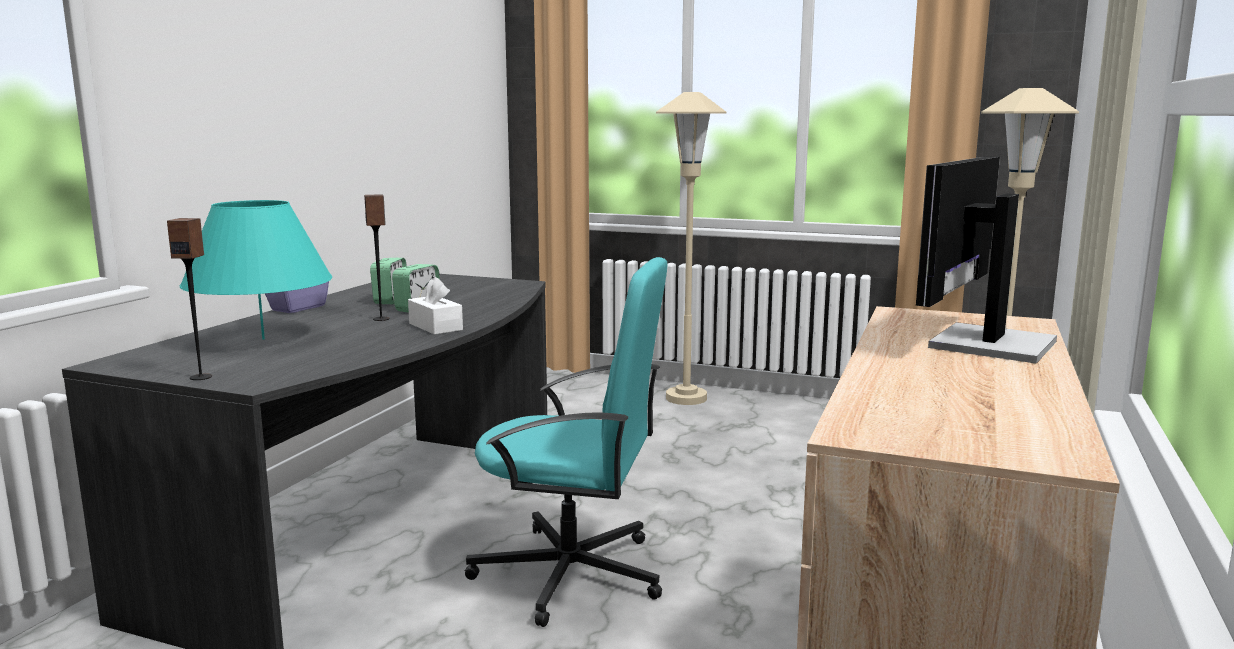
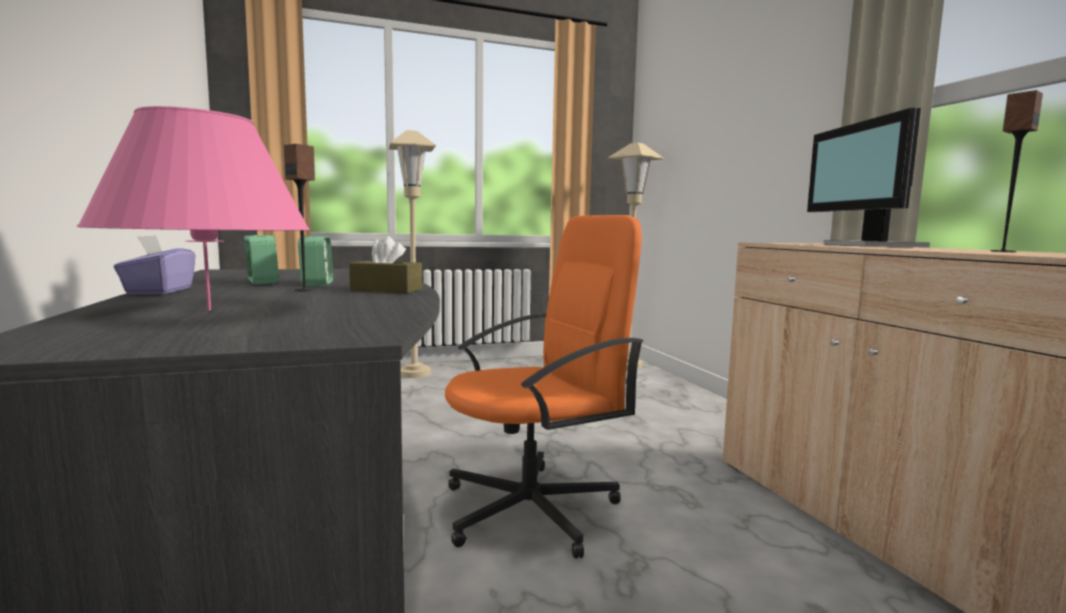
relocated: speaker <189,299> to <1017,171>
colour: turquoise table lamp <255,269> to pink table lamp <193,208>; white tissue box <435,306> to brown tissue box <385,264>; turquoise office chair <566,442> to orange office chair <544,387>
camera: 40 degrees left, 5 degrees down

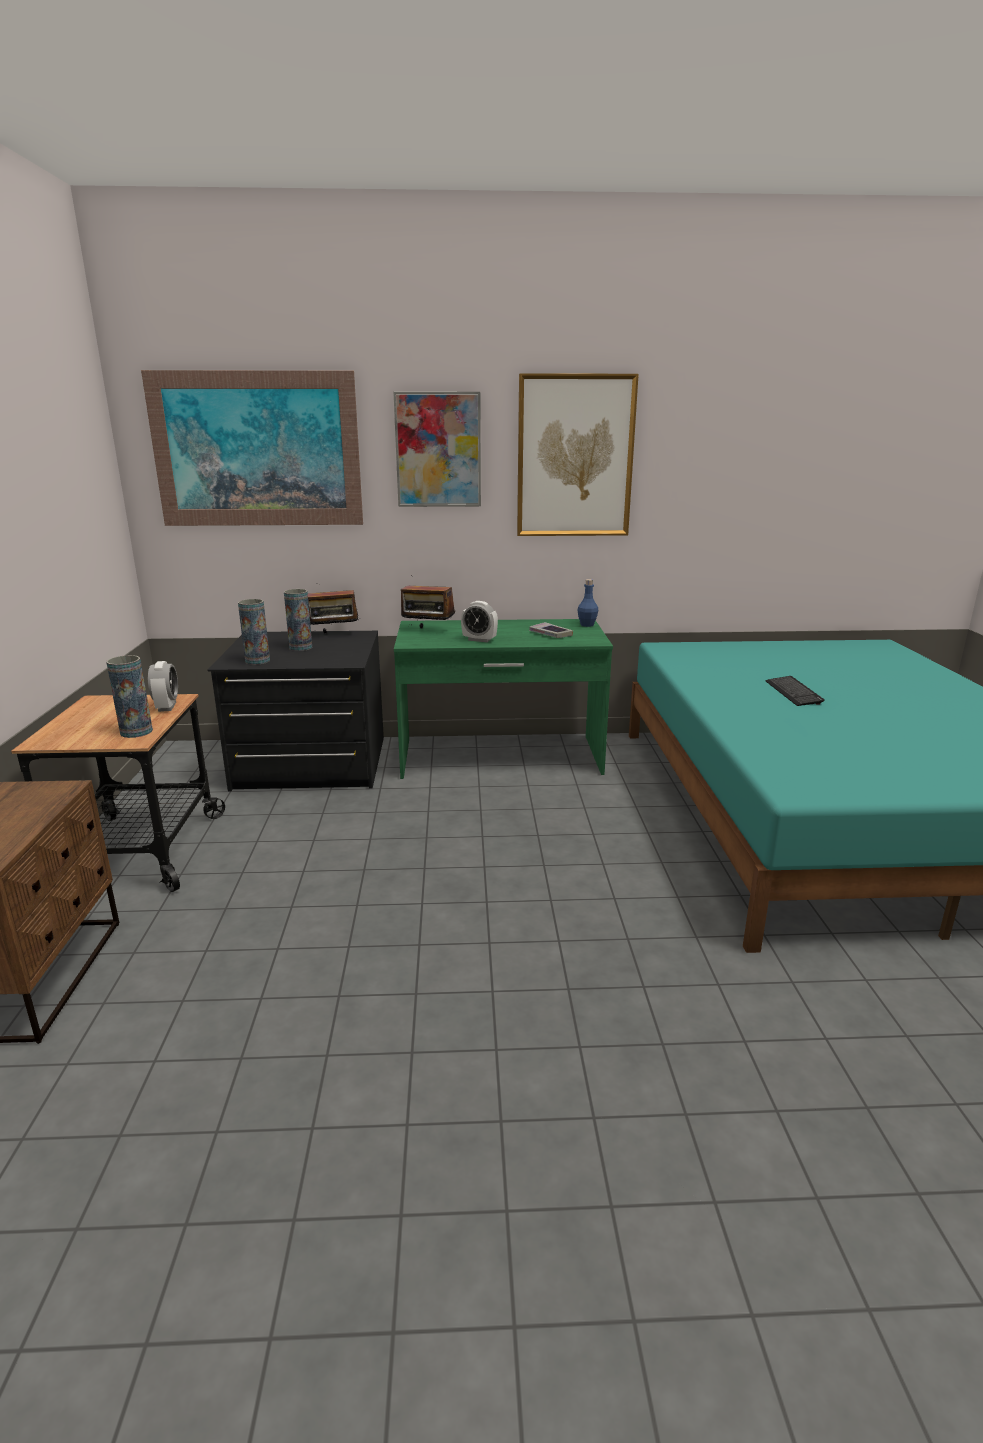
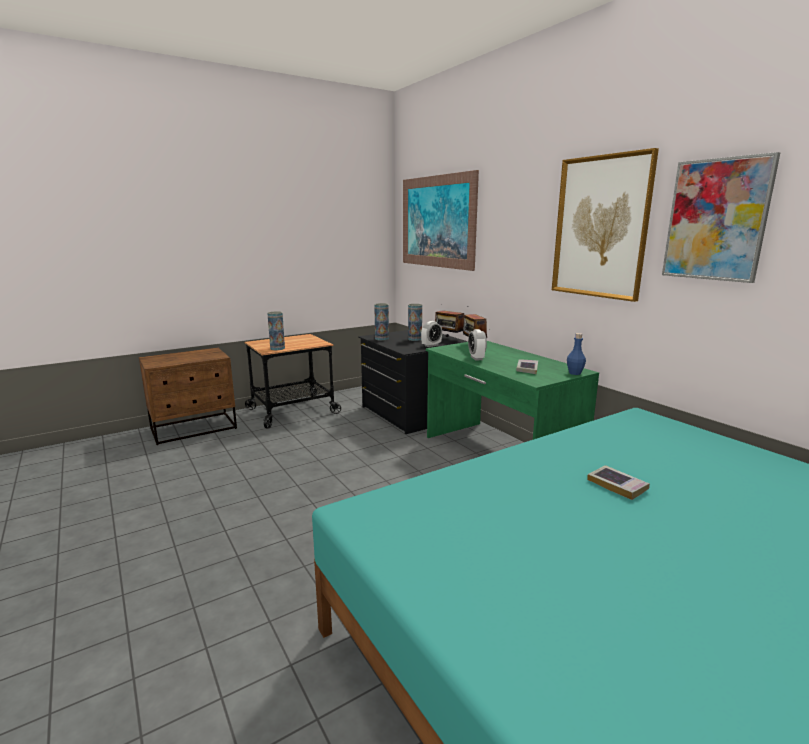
relocated: alarm clock <163,686> to <431,334>; picture <437,449> to <721,217>
exchanged: keyboard <795,691> to book <618,482>
camera: 60 degrees right, 5 degrees down

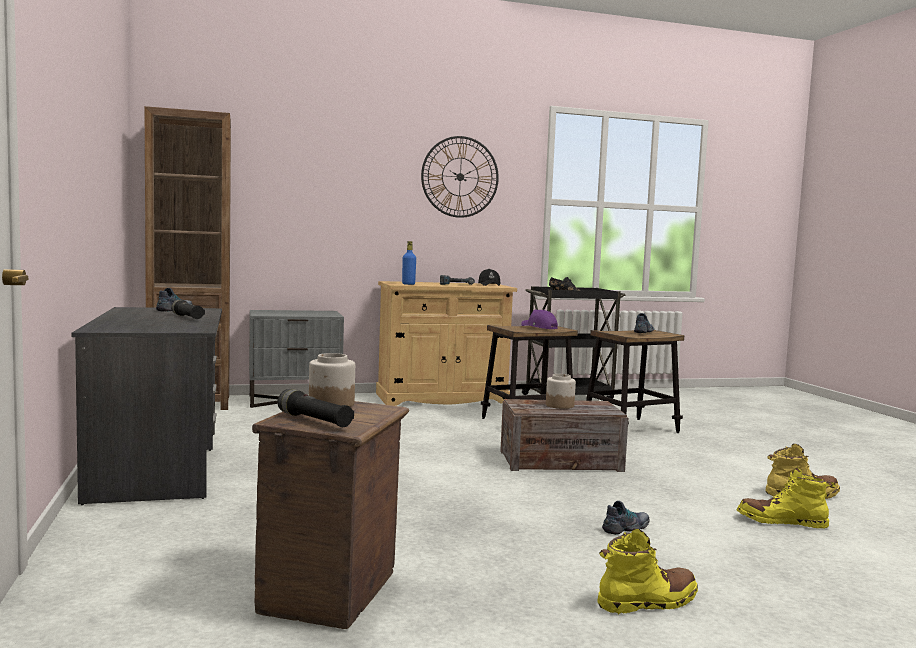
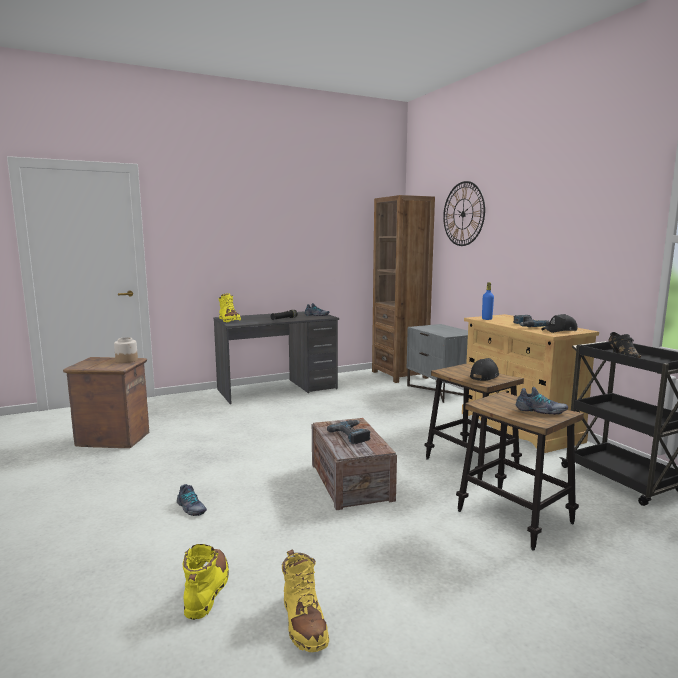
missing: black flashlight <316,408>
relocated: yellow boot <647,571> to <230,307>; wall clock <460,177> to <464,213>
exchanged: jar <561,391> to power drill <349,432>
colour: purple cap <539,319> to black cap <484,369>
camera: 80 degrees right, 5 degrees up

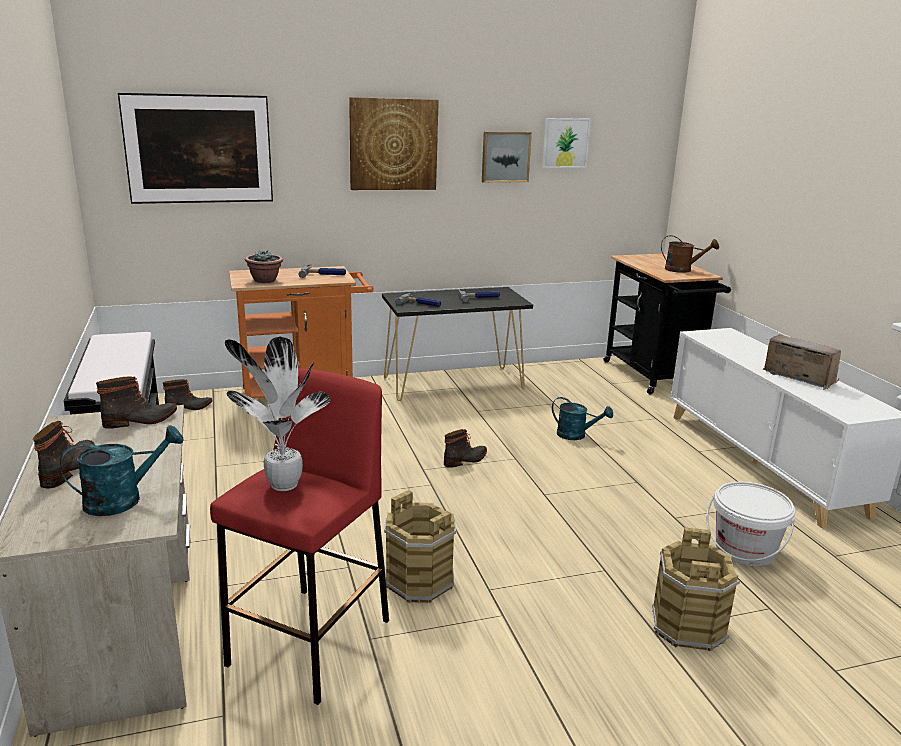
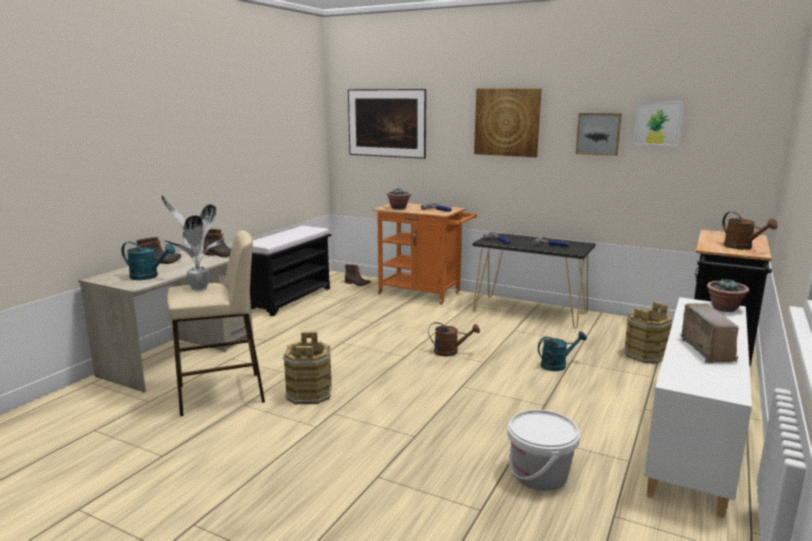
appeared: potted plant <728,295>
relocated: brown bucket <696,589> to <648,333>
exchanged: boot <465,448> to brown watering can <454,339>
colour: red stool <299,536> to beige stool <216,323>
spun: turquoise watering can <582,418> = <562,351> 90 degrees counterclockwise
camera: 45 degrees right, 5 degrees down

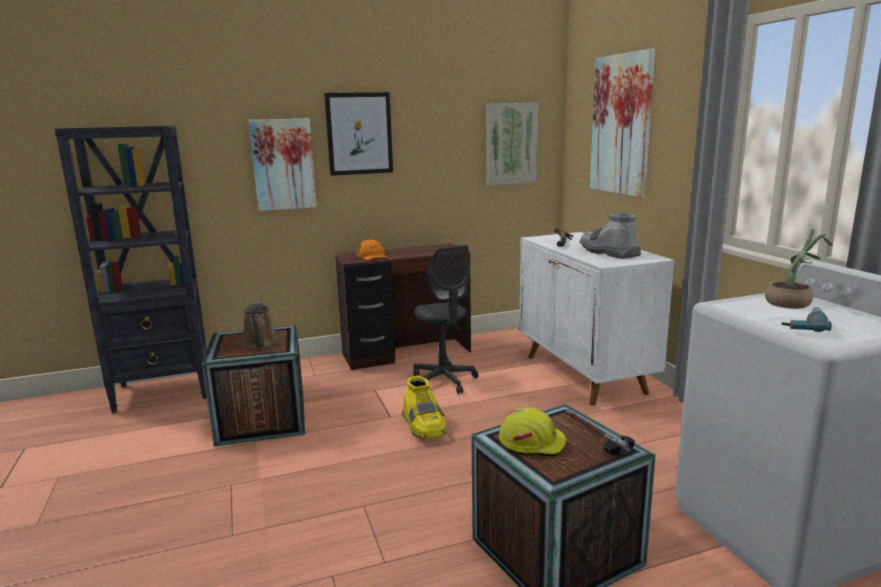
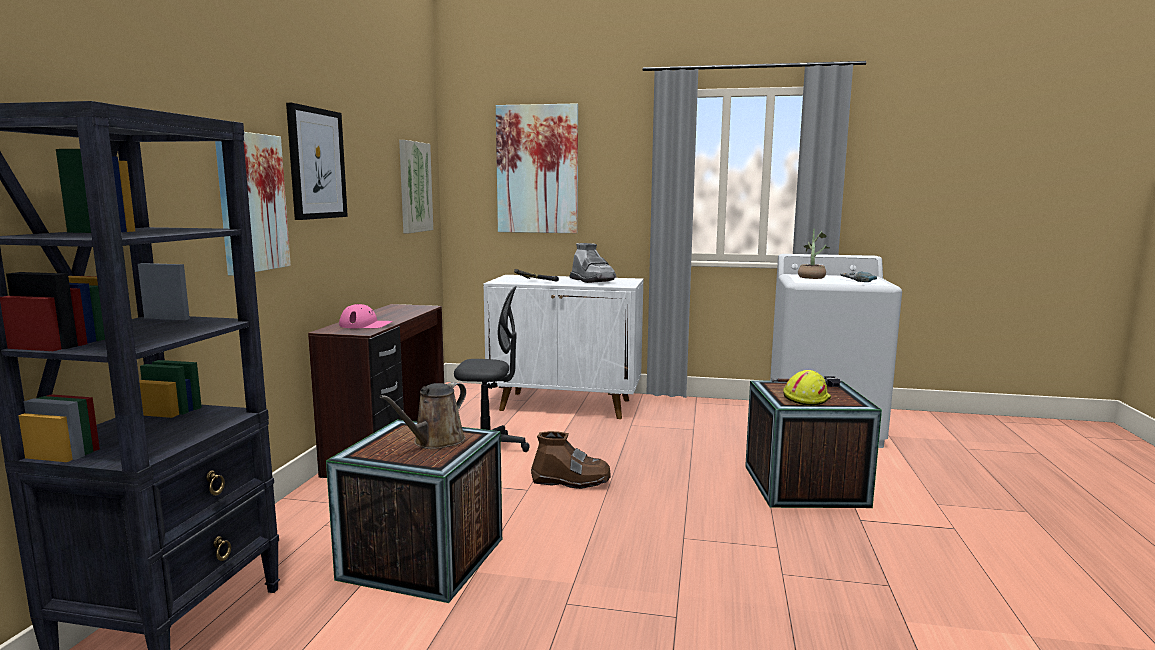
colour: orange cap <372,250> to pink cap <366,316>; yellow boot <424,407> to brown boot <571,460>
spun: brown watering can <260,326> = <423,415> 105 degrees clockwise; grey boot <610,236> = <592,263> 120 degrees counterclockwise
camera: 60 degrees left, 5 degrees down

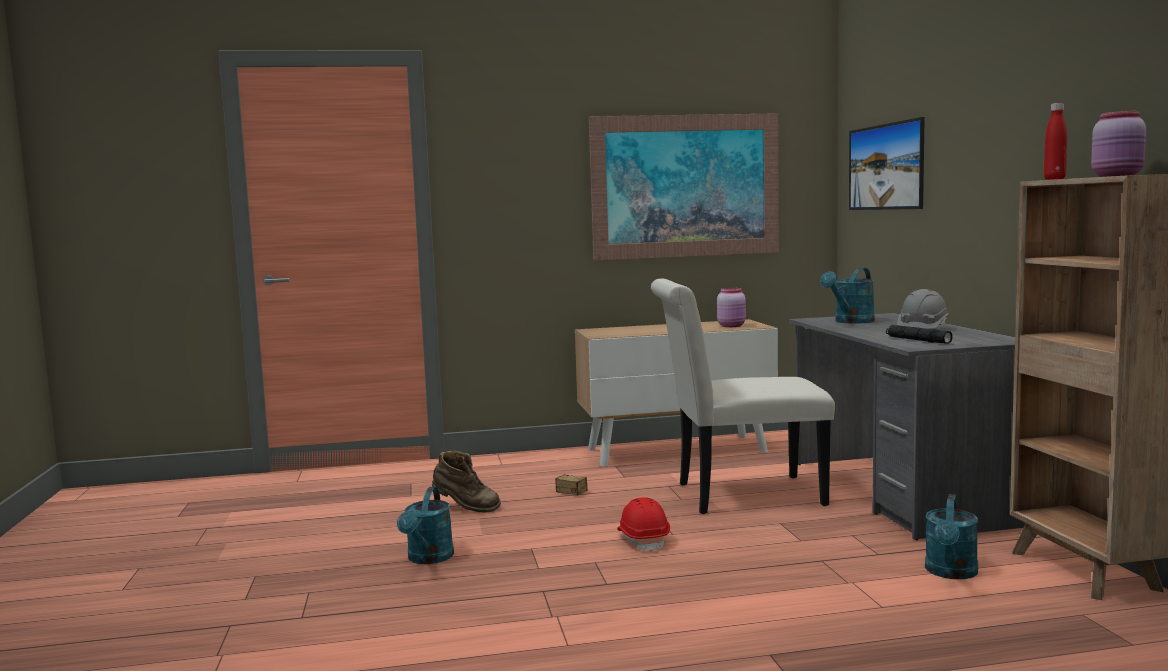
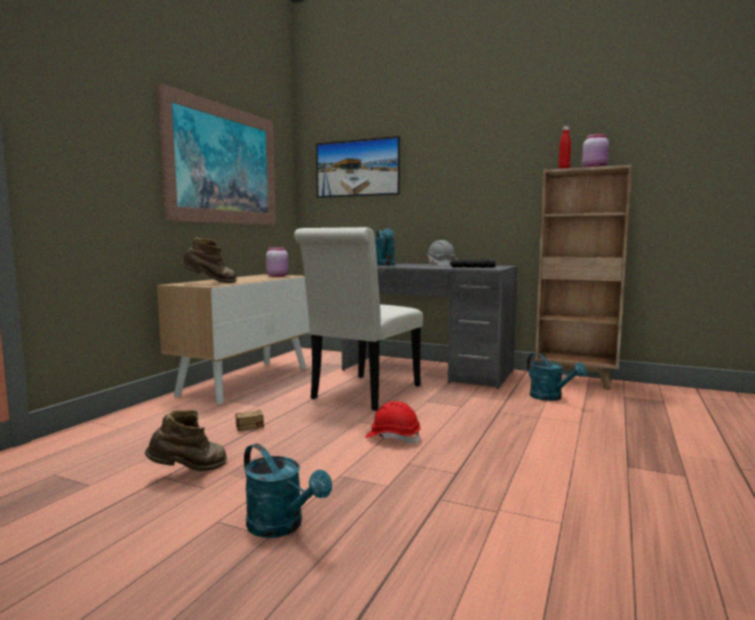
appeared: brown boot <209,260>
camera: 55 degrees left, 0 degrees up

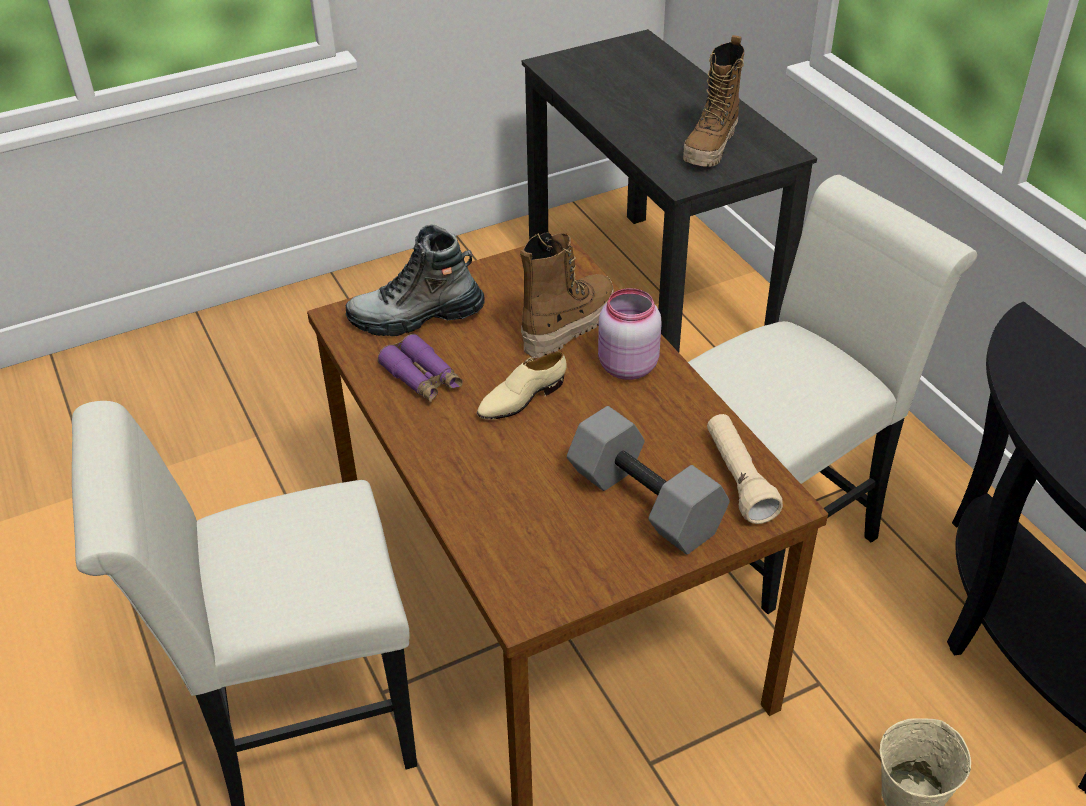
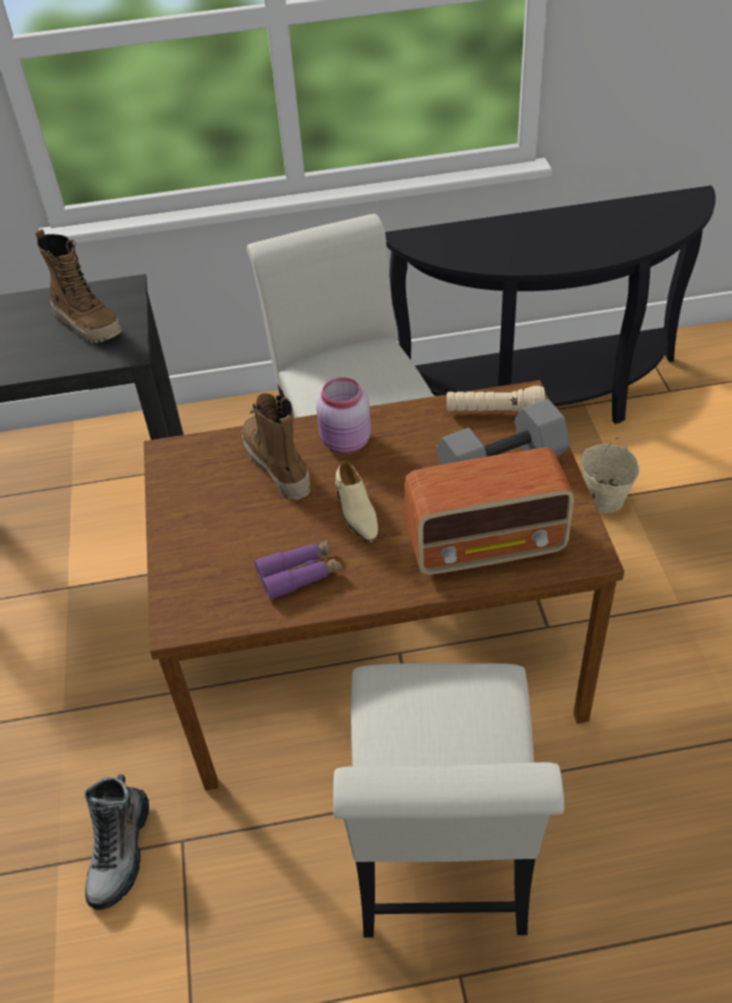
appeared: radio <489,511>
relocated: boot <415,280> to <116,842>
camera: 70 degrees left, 5 degrees up

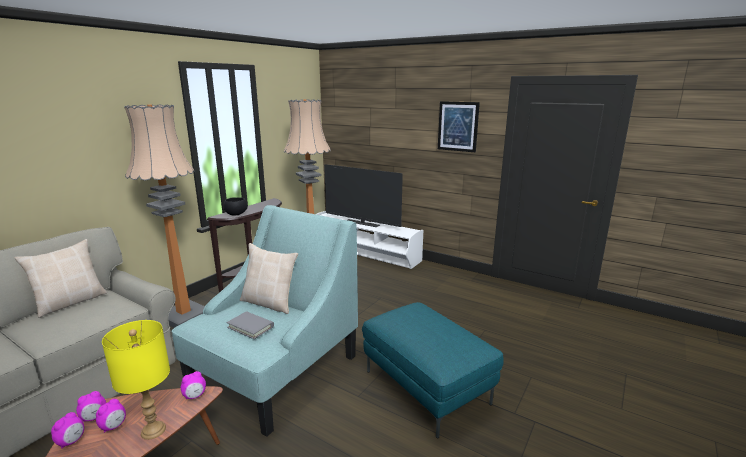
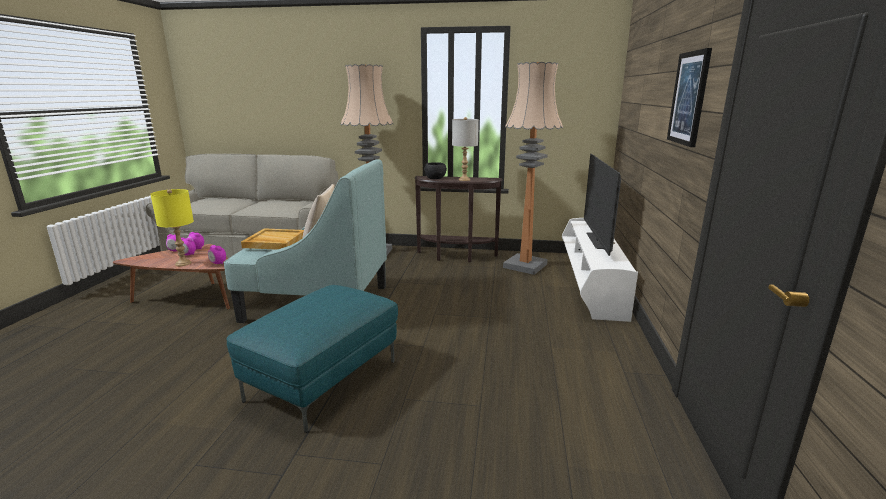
missing: beige pillow <61,278>
appeared: grey table lamp <465,149>
exchanged: grey book <250,325> to beige tray <272,239>
camera: 65 degrees right, 0 degrees up

